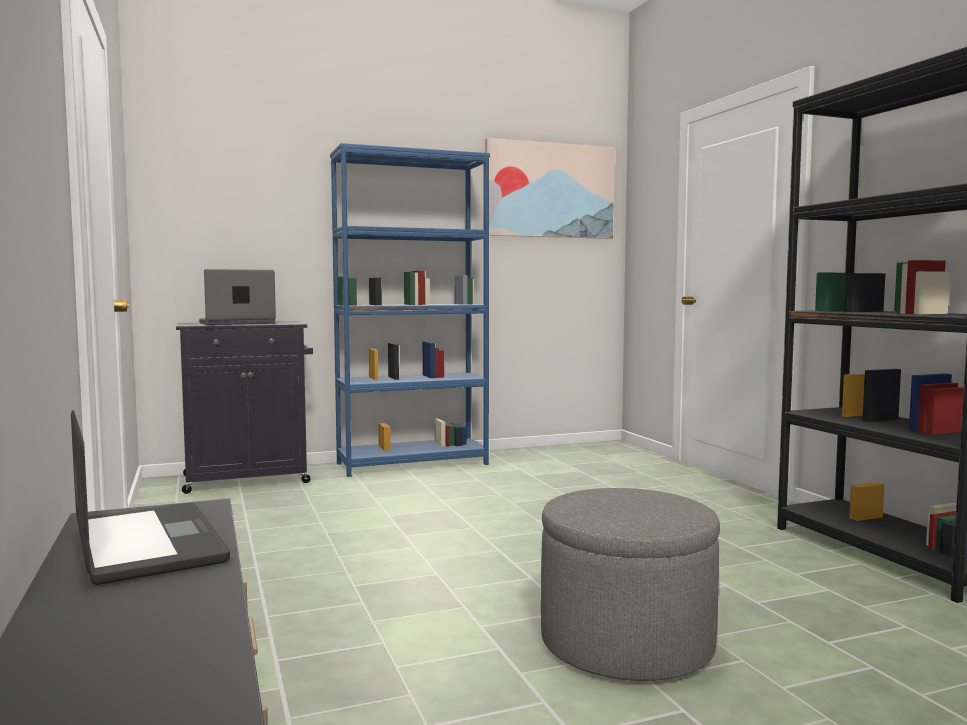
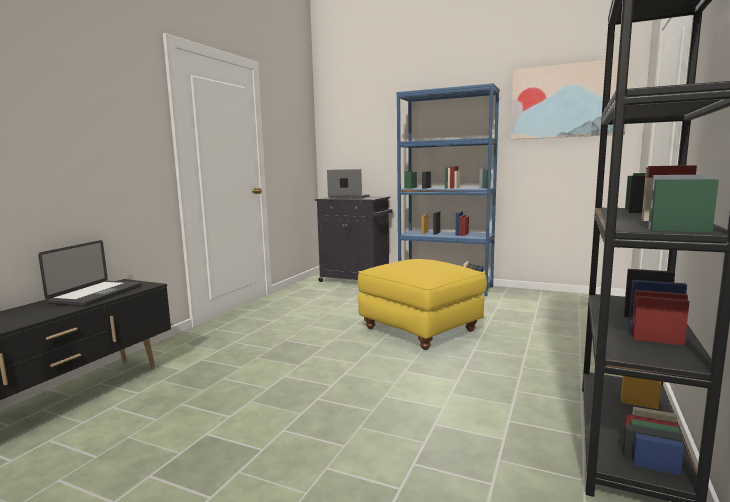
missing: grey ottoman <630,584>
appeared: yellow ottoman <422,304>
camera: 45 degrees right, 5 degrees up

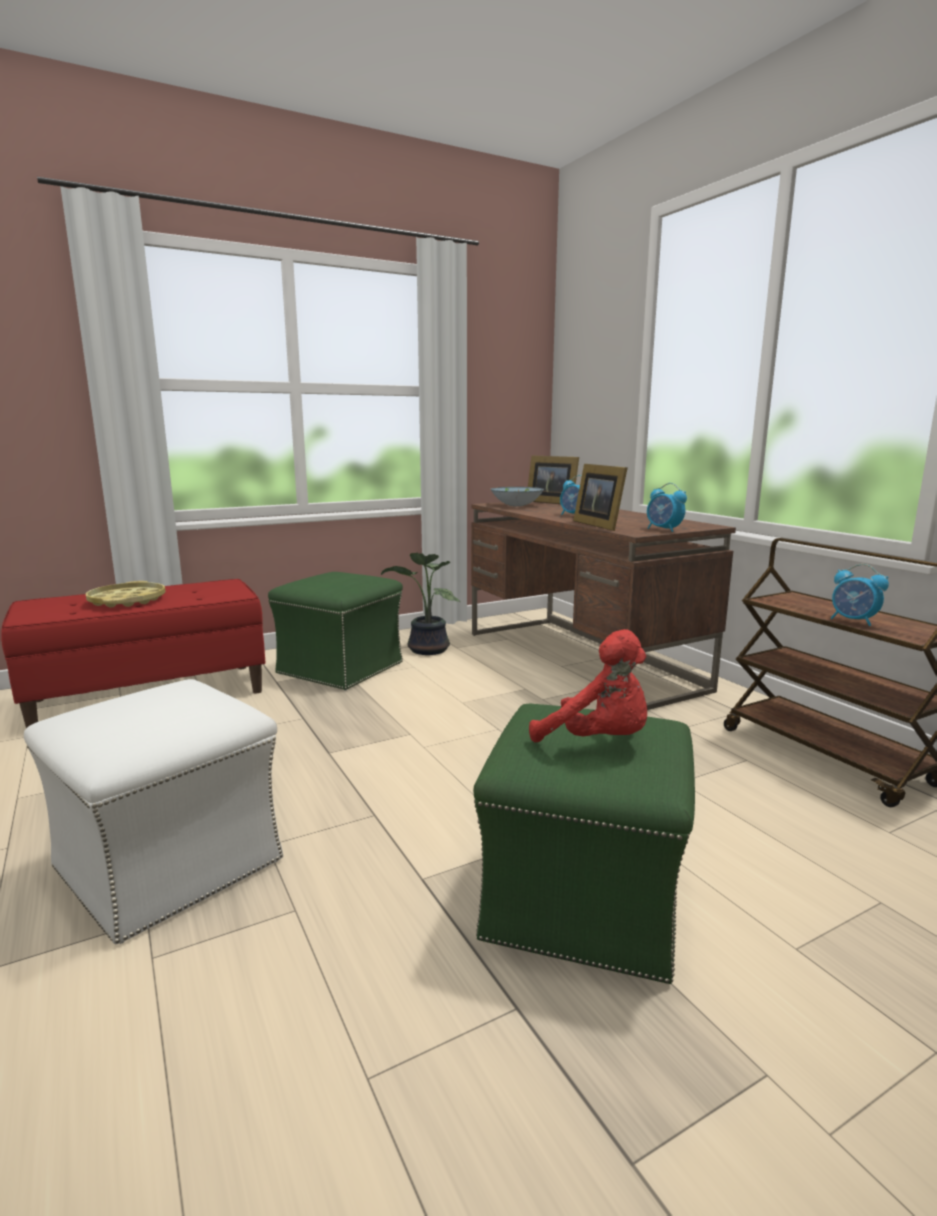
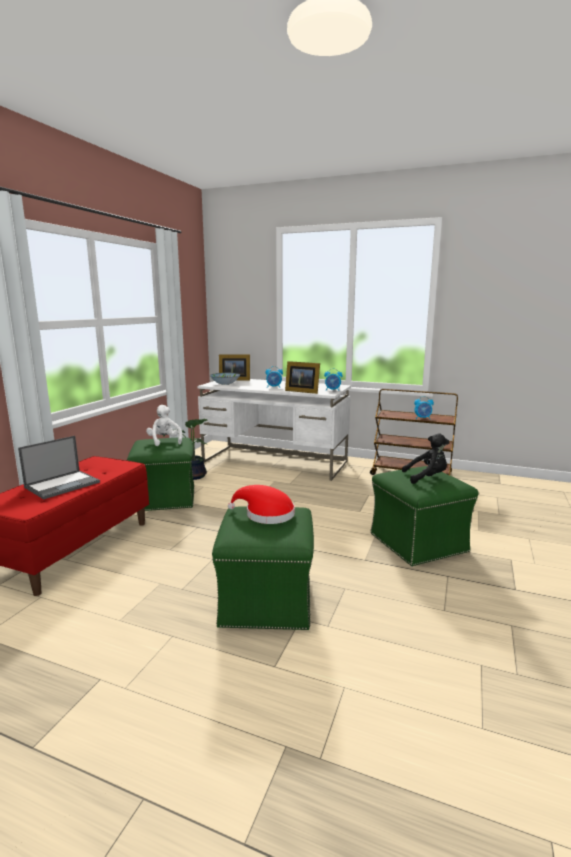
appeared: white plush toy <164,425>; red hat <261,504>
exchanged: yellow tray <126,594> to laptop <59,467>
colour: brown desk <603,606> to white desk <274,430>; white ottoman <153,811> to green ottoman <263,568>; red plush toy <588,685> to black plush toy <425,458>
camera: 40 degrees left, 0 degrees up

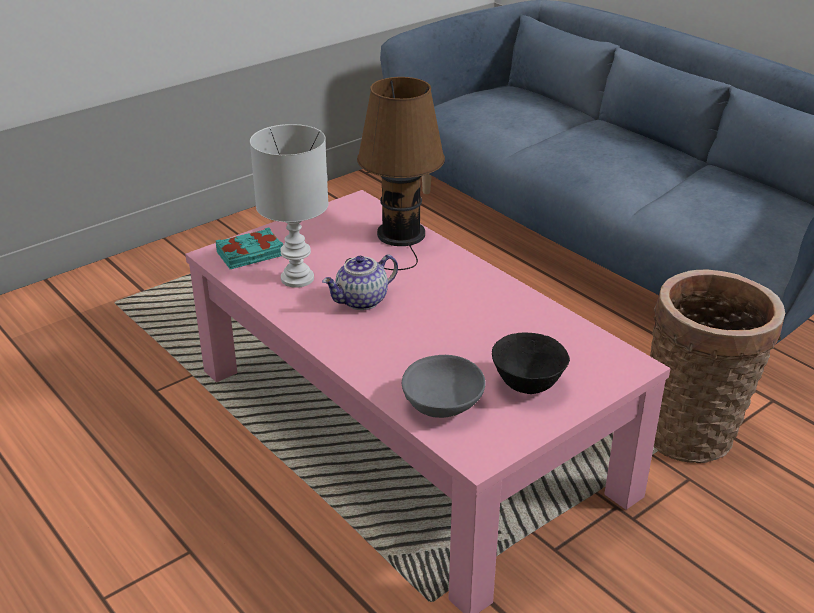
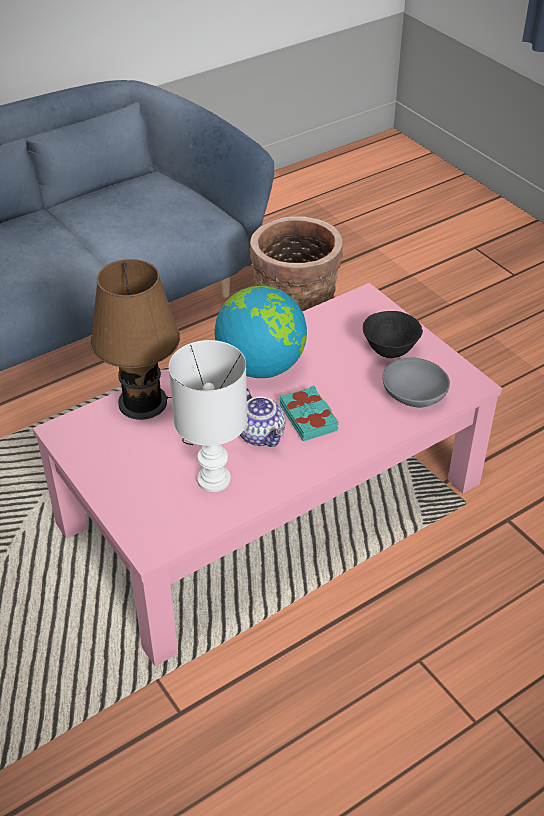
appeared: globe <261,332>
relocated: turquoise book <249,248> to <309,413>
camera: 85 degrees left, 10 degrees up

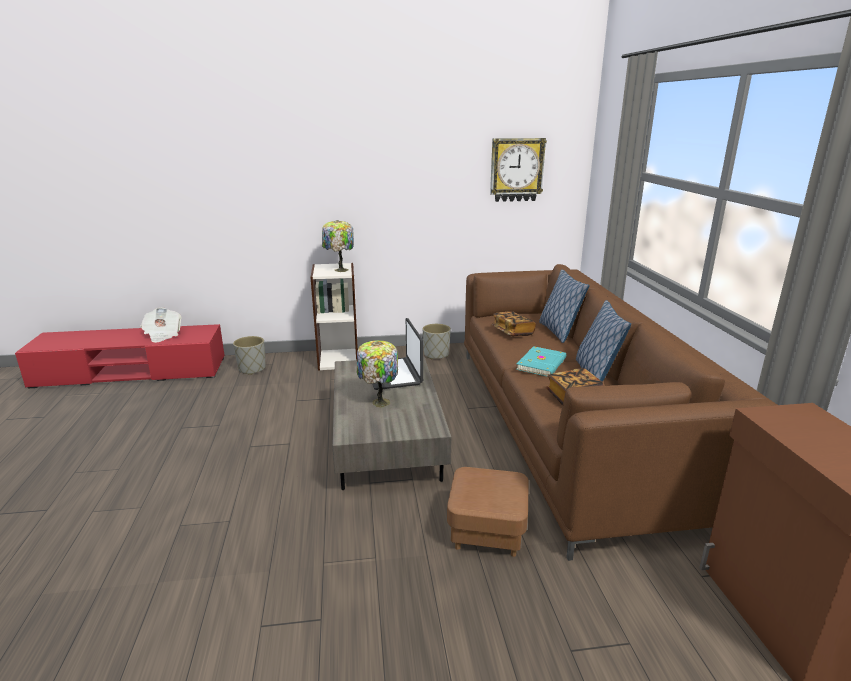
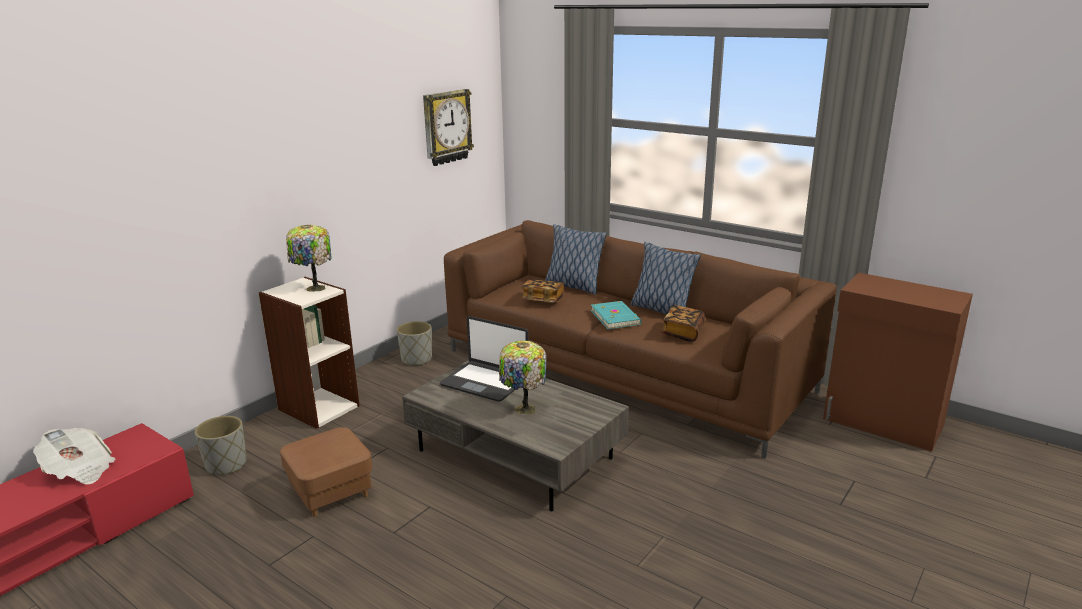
relocated: brown ottoman <488,512> to <326,472>
camera: 45 degrees left, 0 degrees up

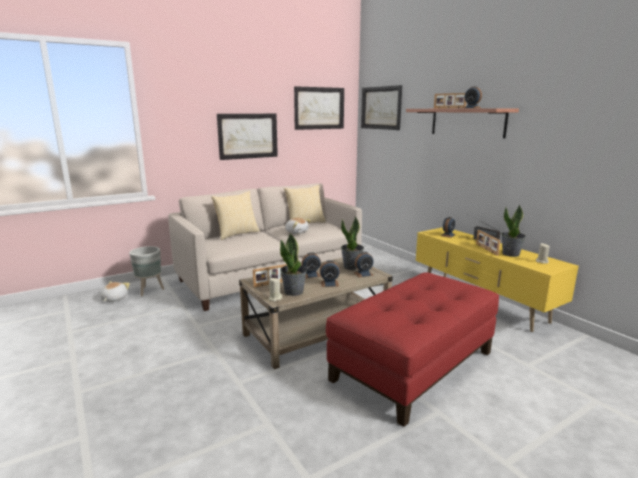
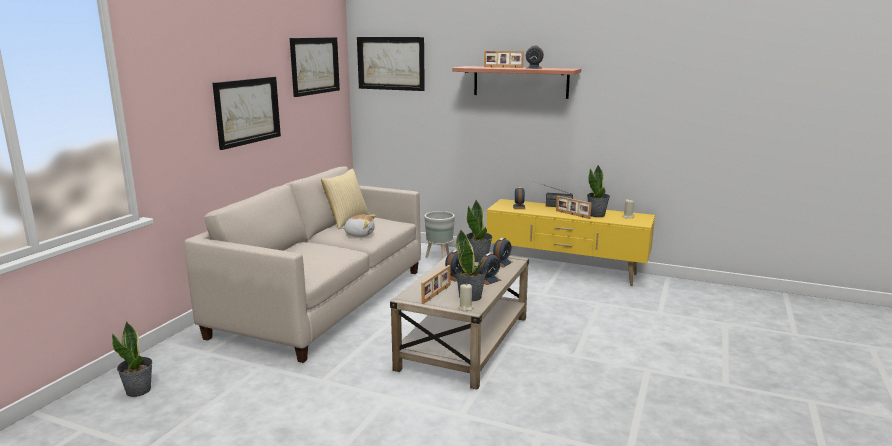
missing: pillow <235,215>; red ottoman <412,349>
relocated: grey planter <146,271> to <439,234>
exchanged: plush toy <115,291> to potted plant <132,359>
camera: 35 degrees left, 0 degrees up

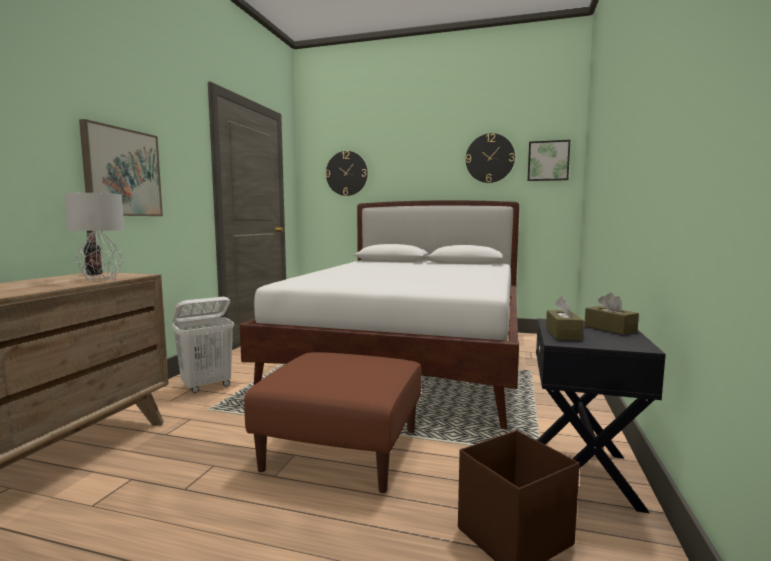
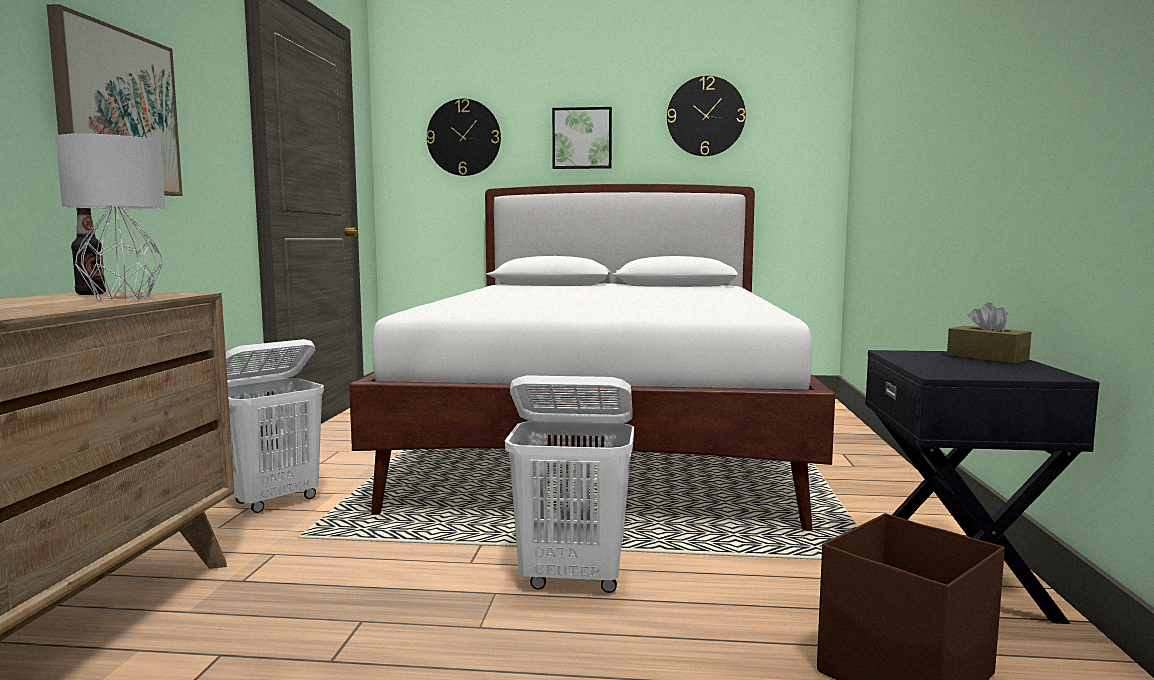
missing: brown tissue box <564,318>
relocated: picture <549,160> to <582,138>
exchanged: brown ottoman <333,422> to white laundry basket <569,484>
camera: 10 degrees left, 0 degrees up

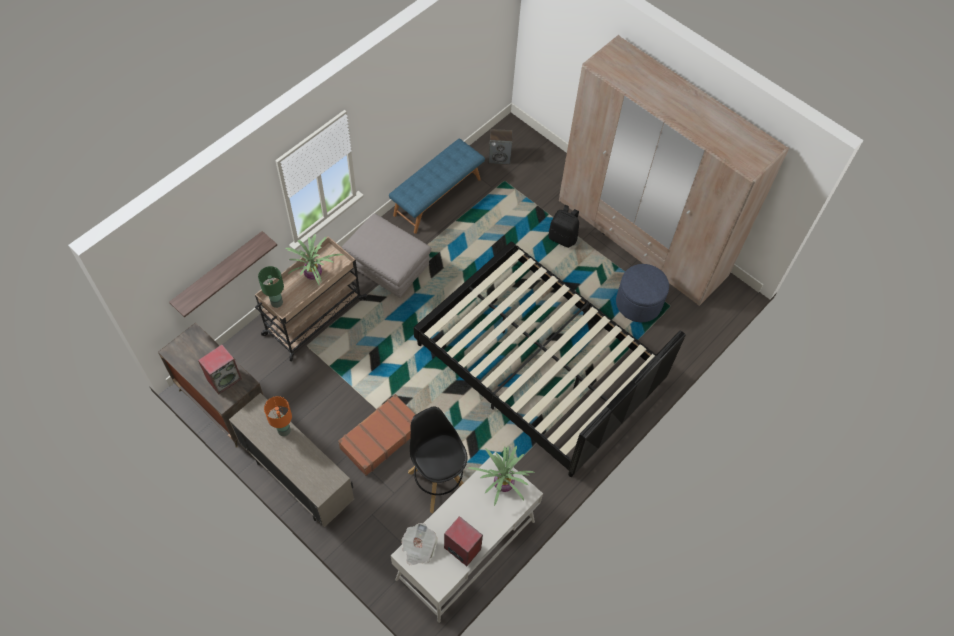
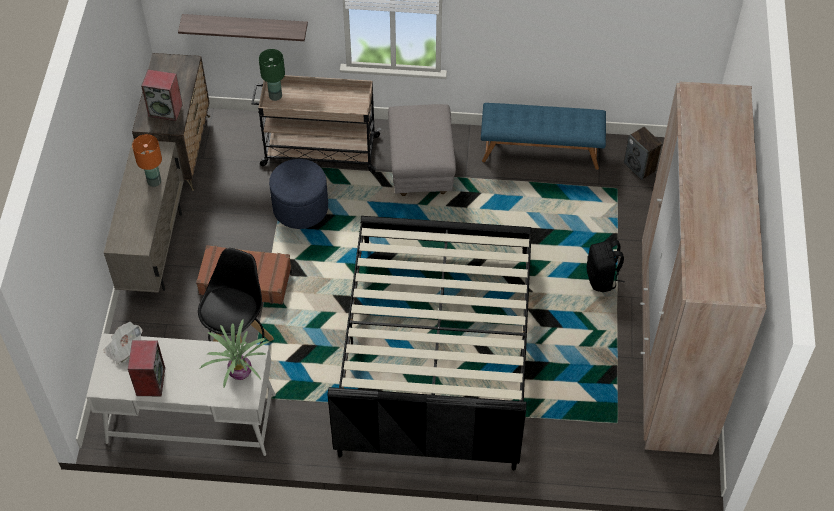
missing: potted plant <314,259>
relocated: blue ottoman <642,293> to <298,194>
camera: 55 degrees right, 5 degrees down

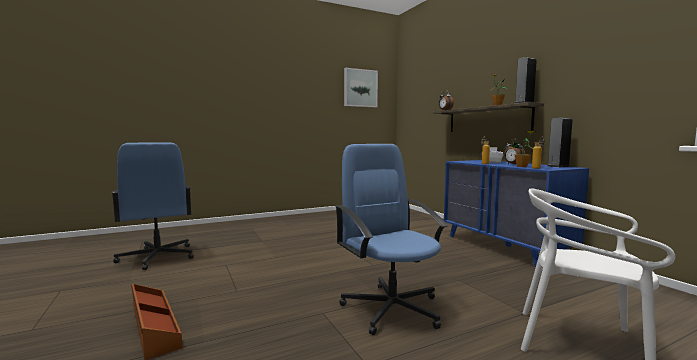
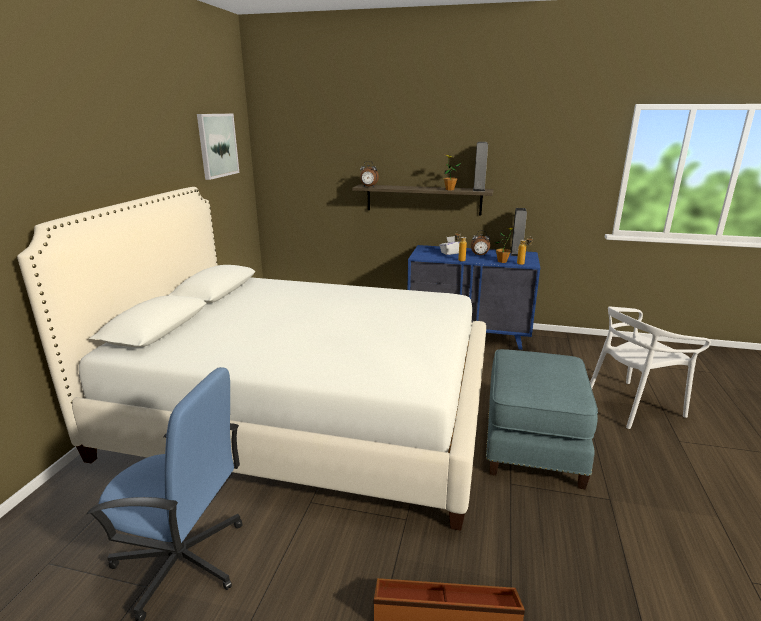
appeared: white bed <251,359>
exchanged: blue office chair <391,239> to blue ottoman <542,419>
camera: 50 degrees left, 15 degrees up

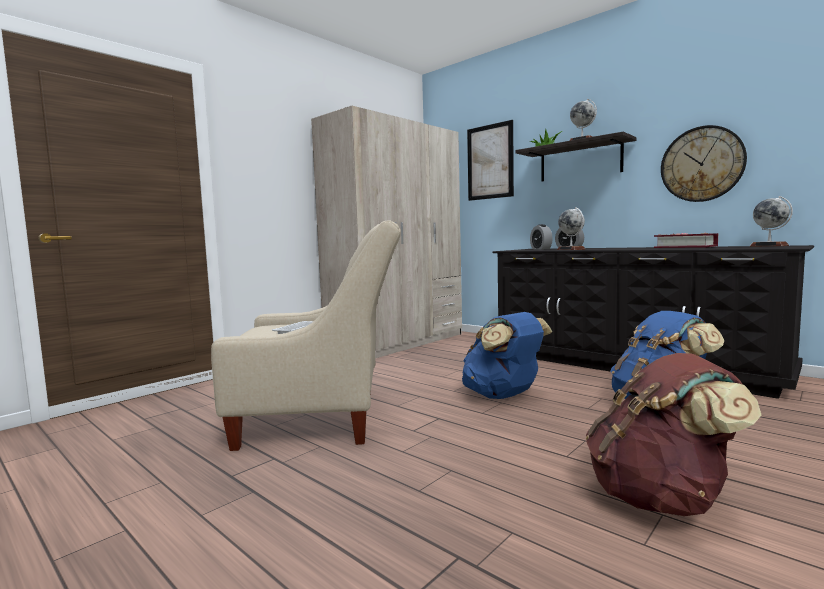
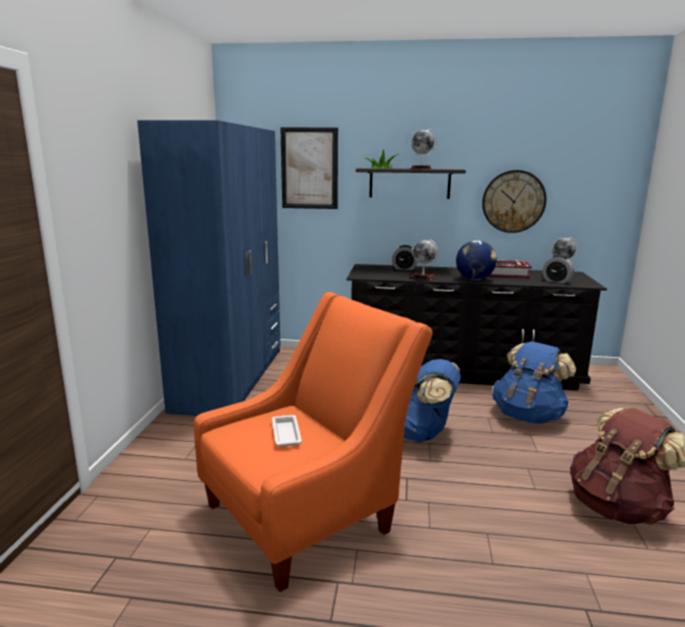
appeared: globe <476,260>
relocated: alarm clock <541,236> to <558,269>
colour: beige wardrobe <386,232> to blue wardrobe <208,268>; beige armchair <306,335> to orange armchair <313,442>
camera: 35 degrees left, 10 degrees up

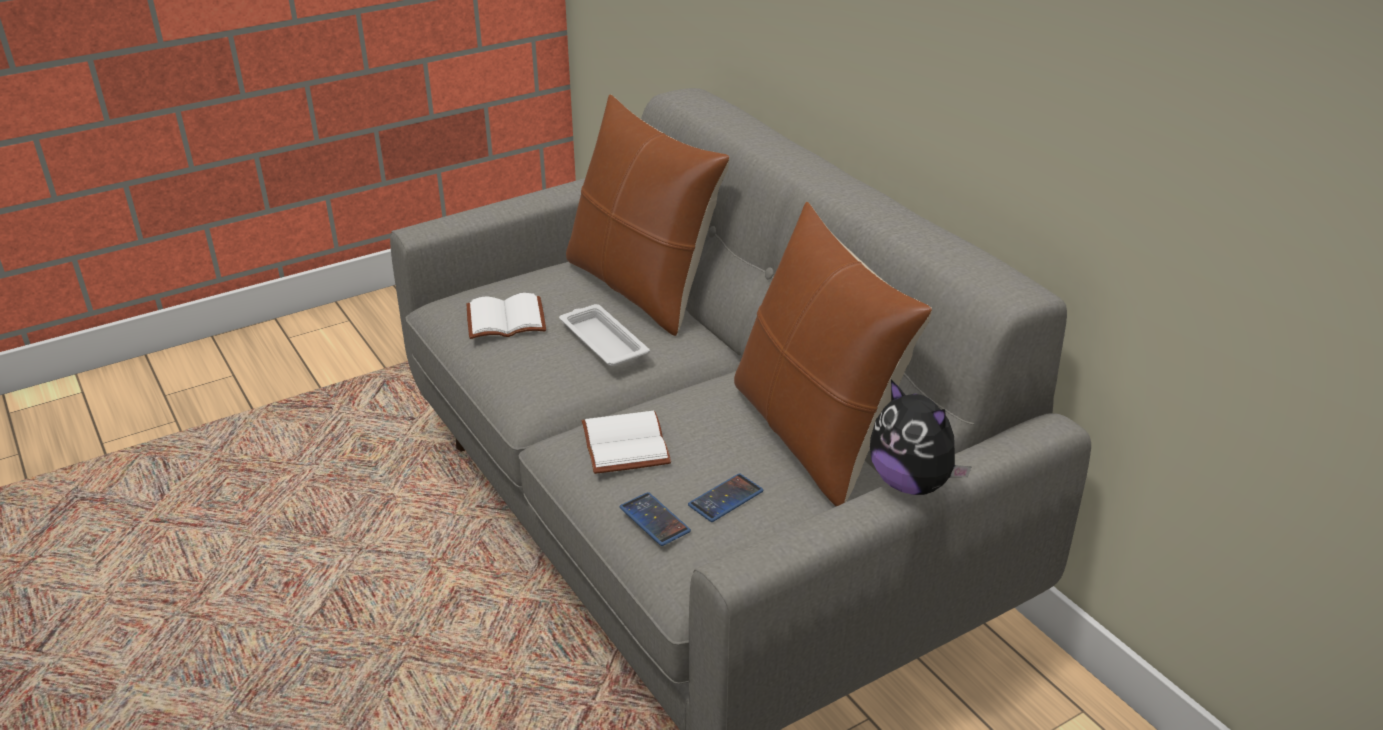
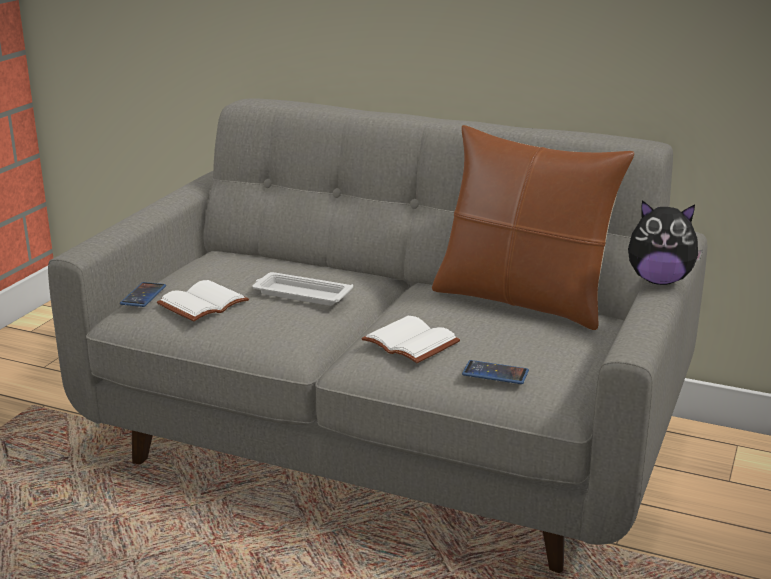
missing: brown pillow <647,215>
relocated: phone <725,497> to <143,294>
camera: 35 degrees left, 10 degrees down

